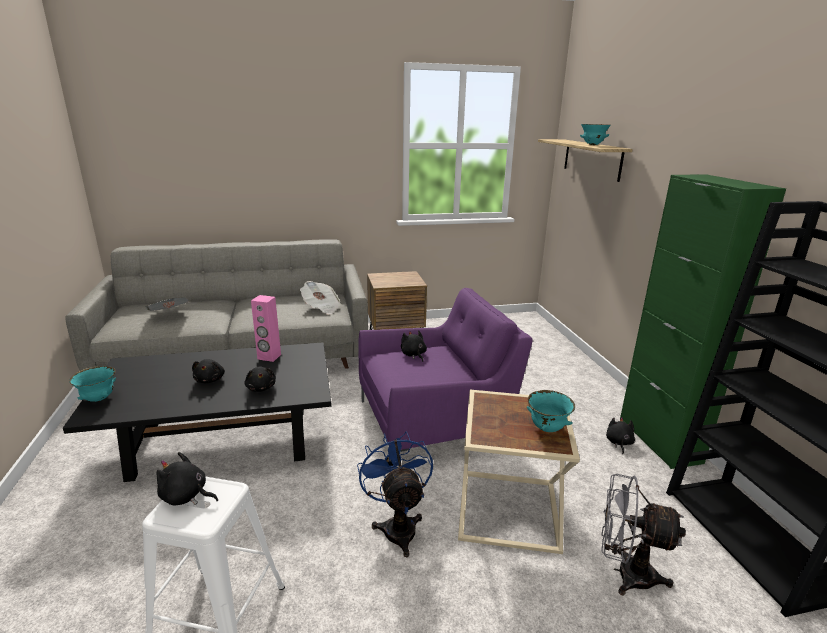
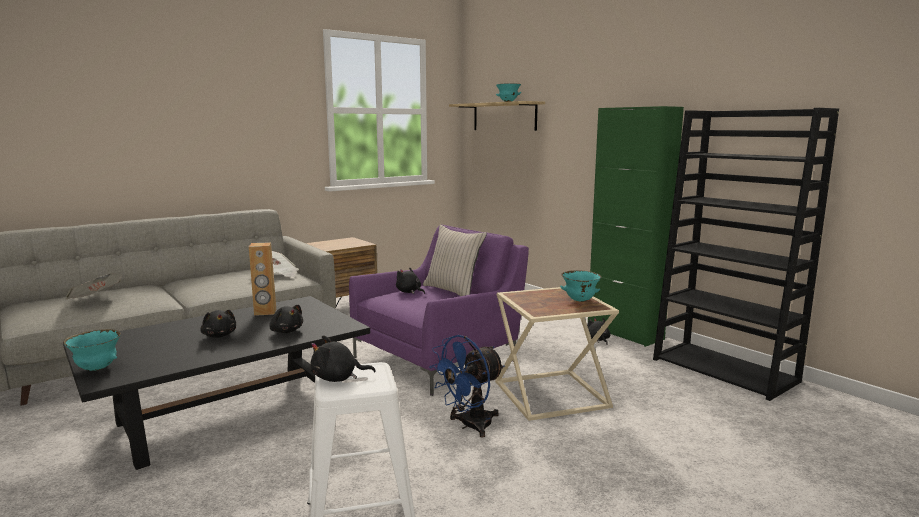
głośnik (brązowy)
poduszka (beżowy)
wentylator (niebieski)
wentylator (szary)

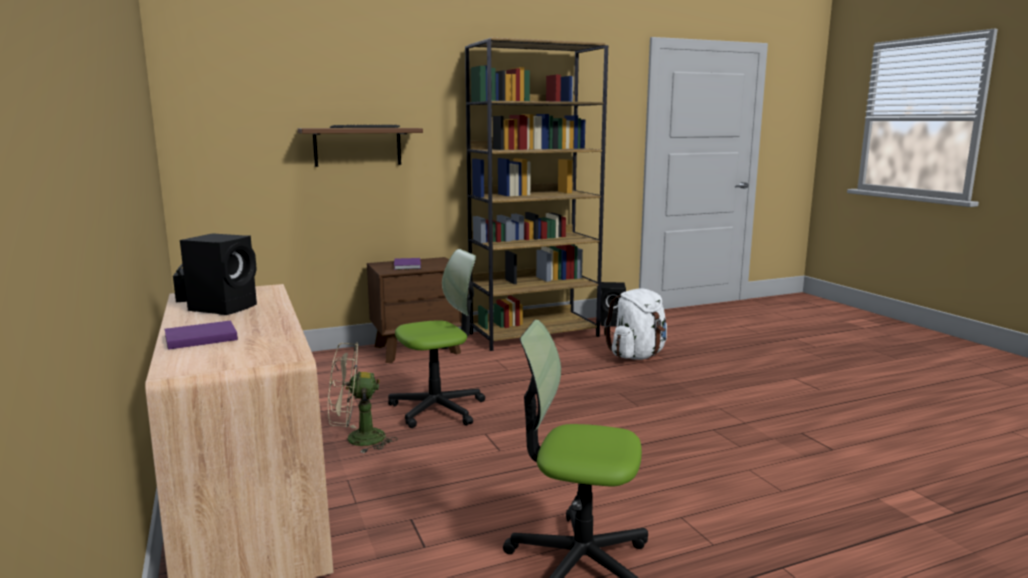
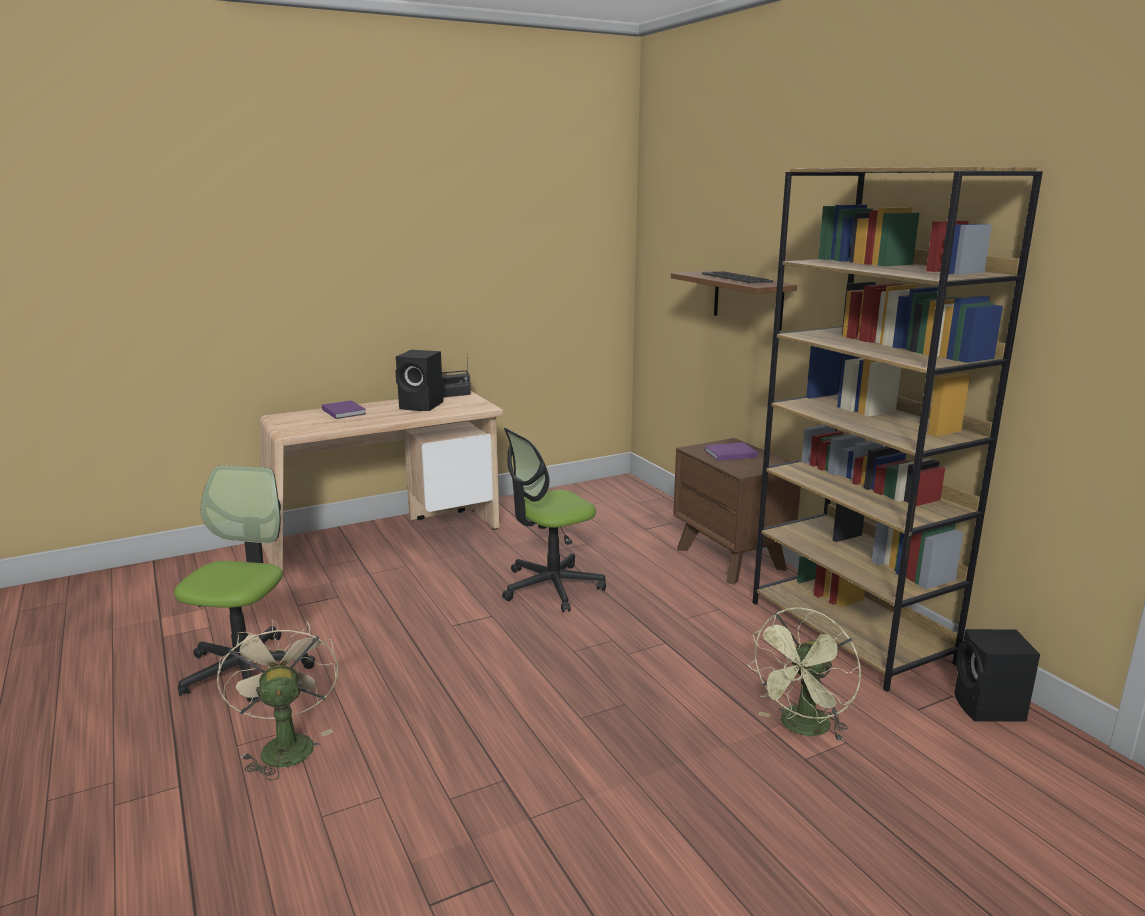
wentylator (beżowy)
krzesło biurowe (no. 2 from left)
wentylator (zielony)

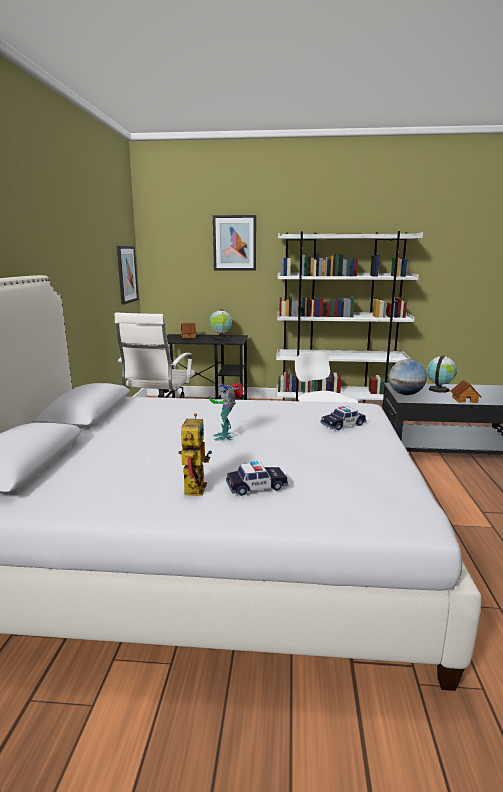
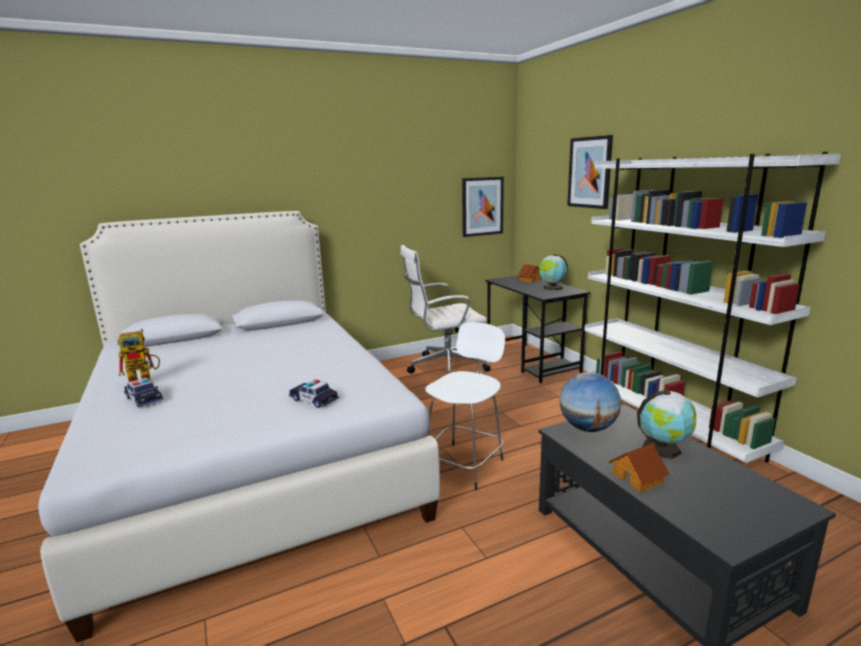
robot zabawkowy (no. 2 from left in the first image)

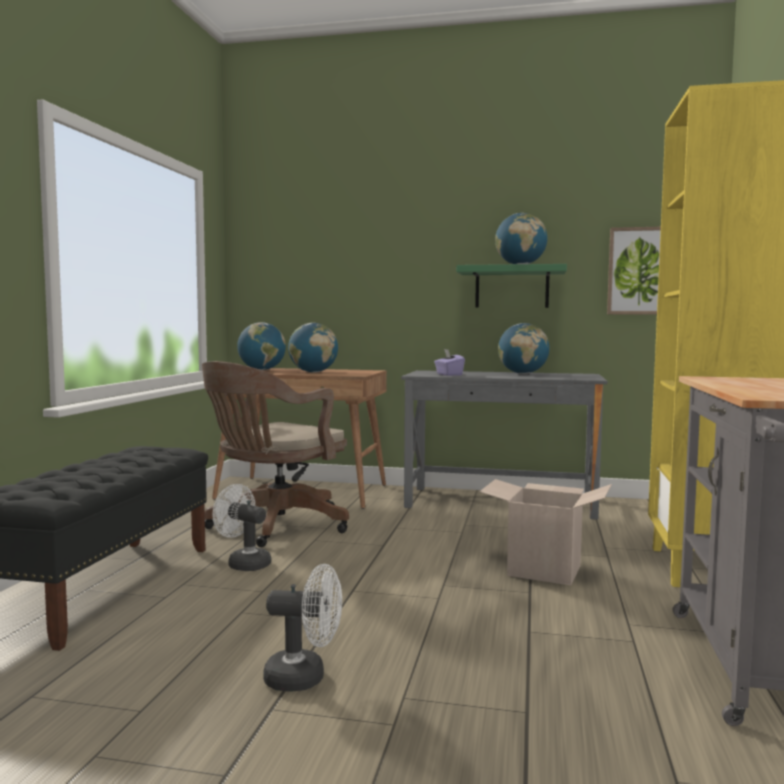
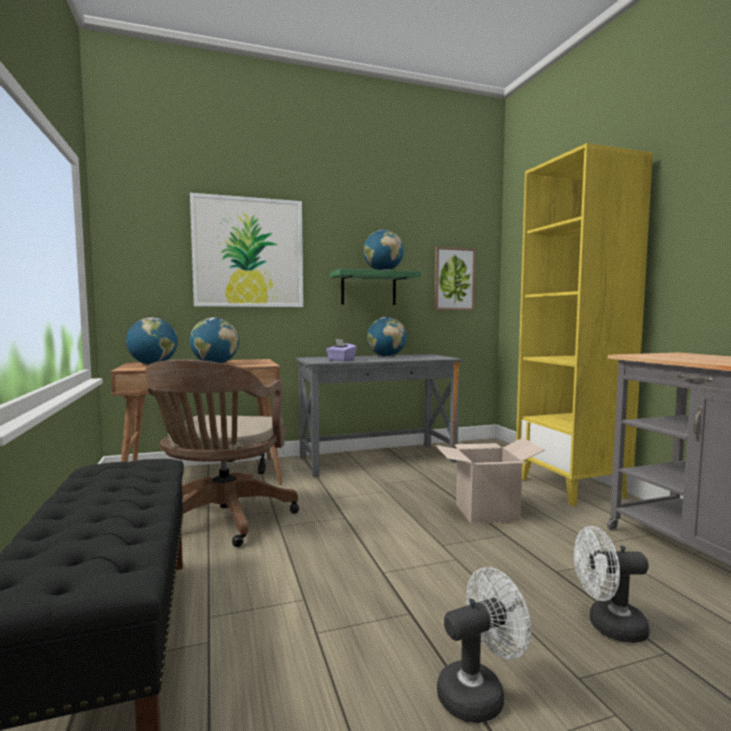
obraz (no. 1 from left)
wentylator (biały) (no. 2 from left)

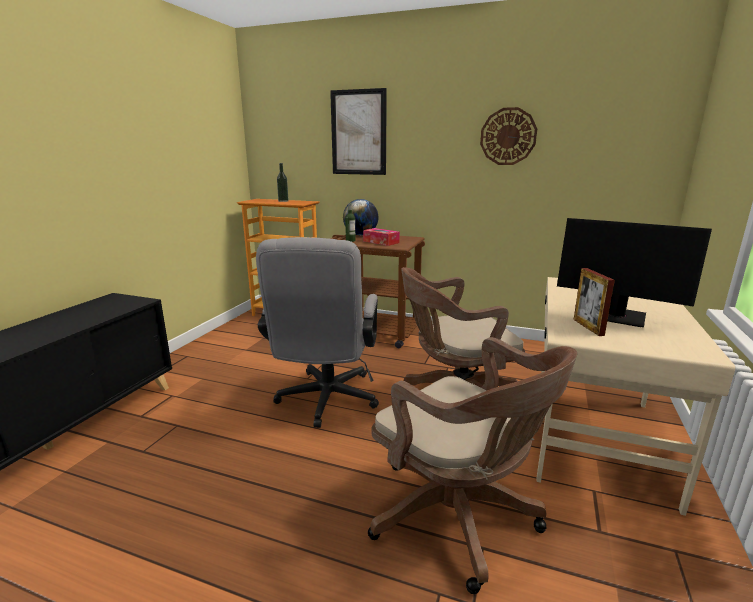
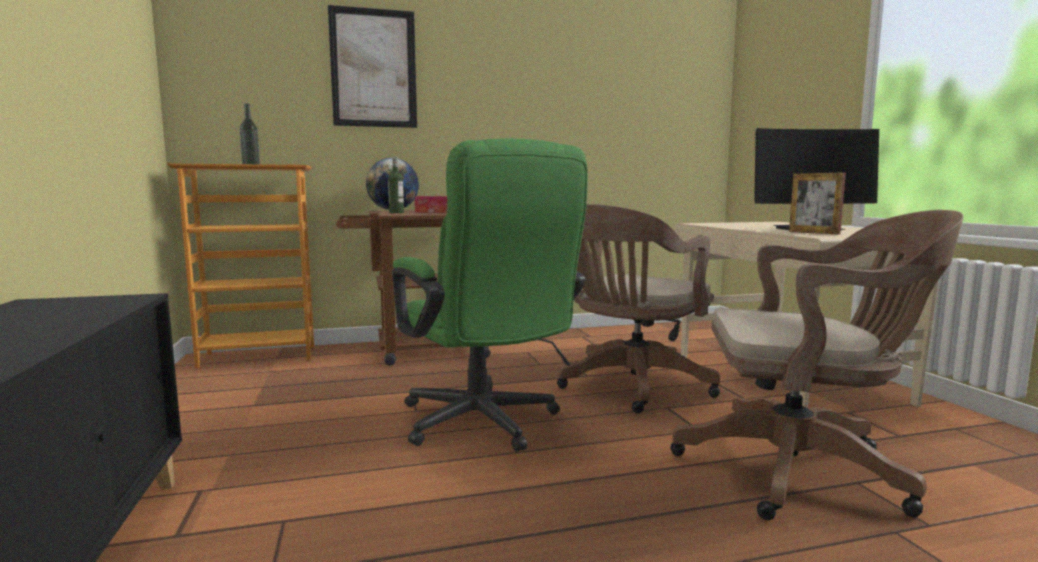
krzesło biurowe (zielony)
zegar ścienny

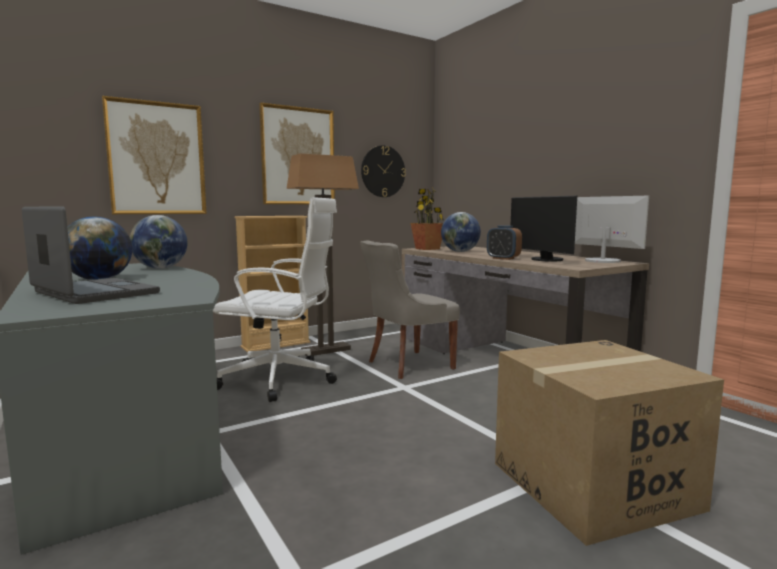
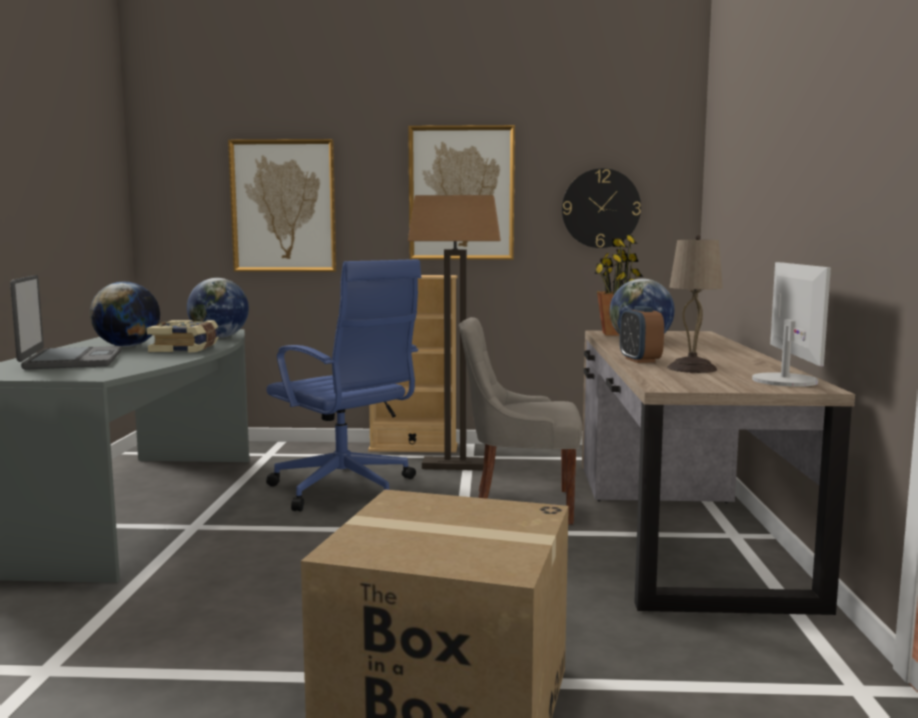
książka
krzesło biurowe (niebieski)
lampa stołowa (beżowy)

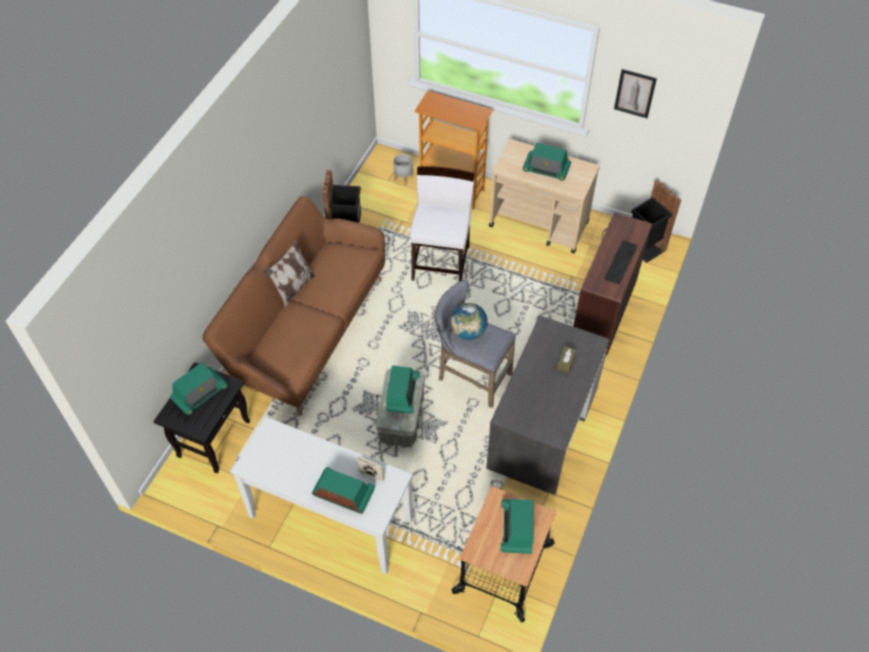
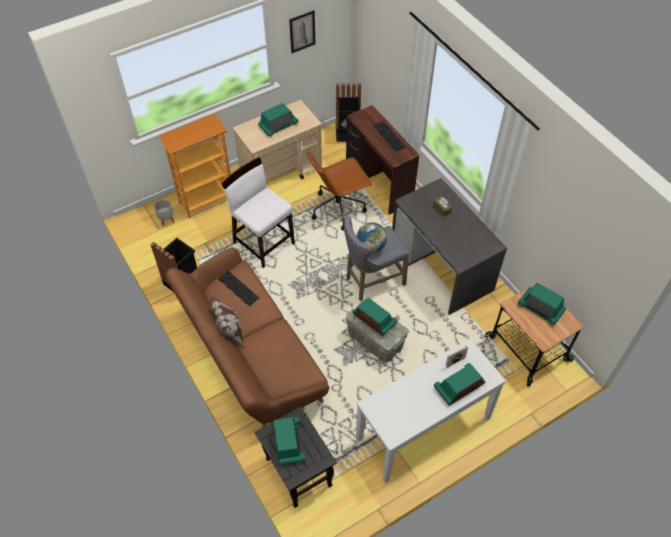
klawiatura (no. 1 from left)
krzesło biurowe (brązowy)

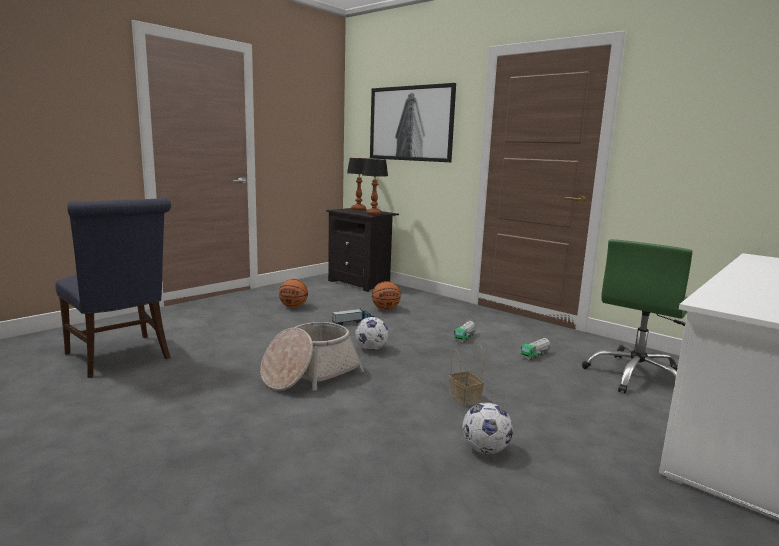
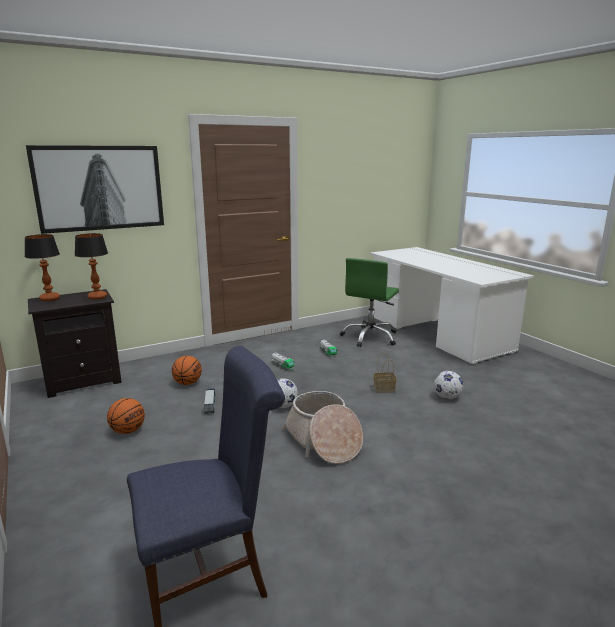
krzesło biurowe (zielony)

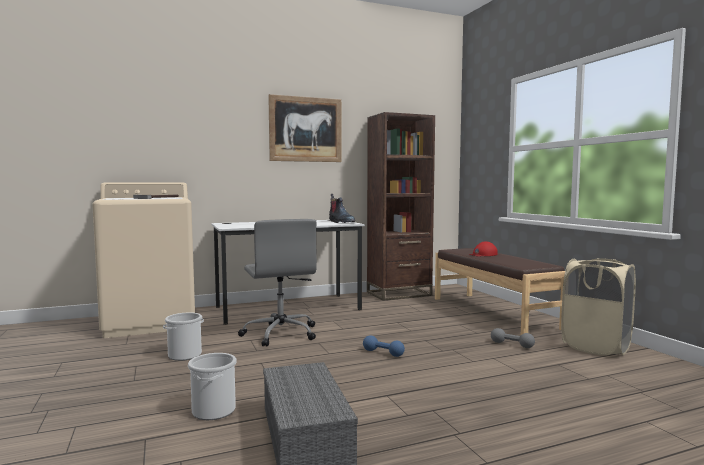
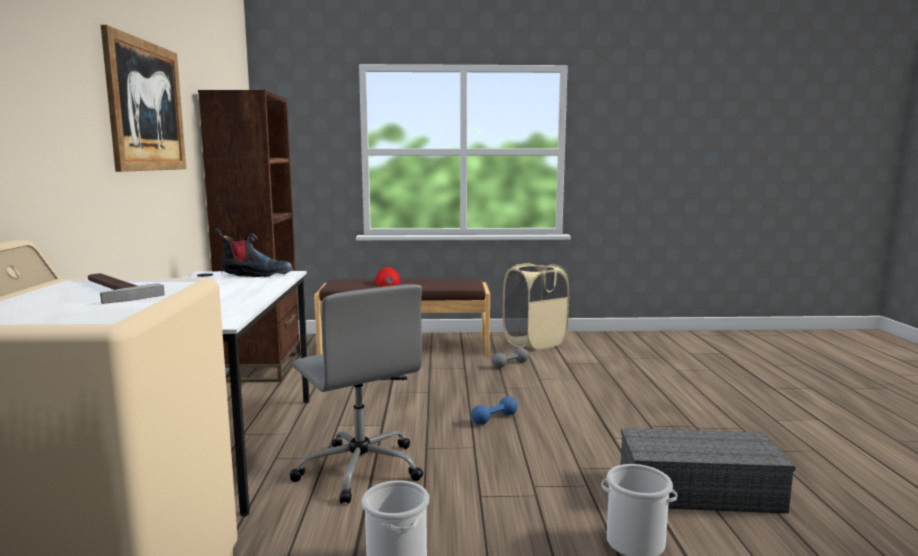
krzesło biurowe (szary)

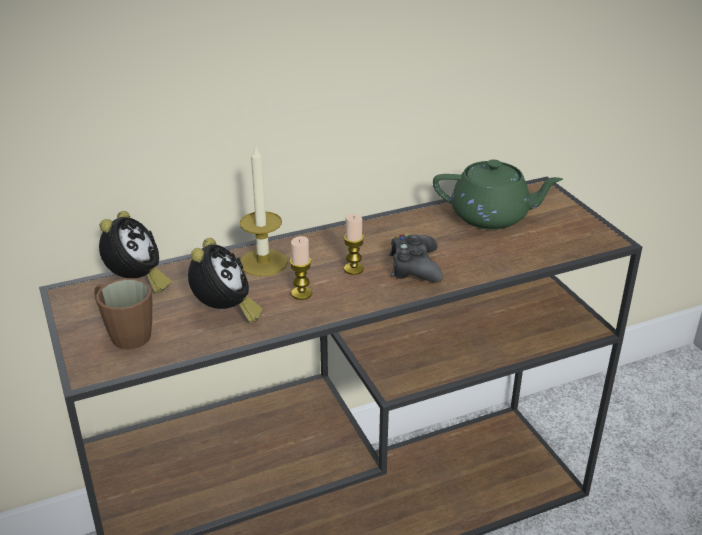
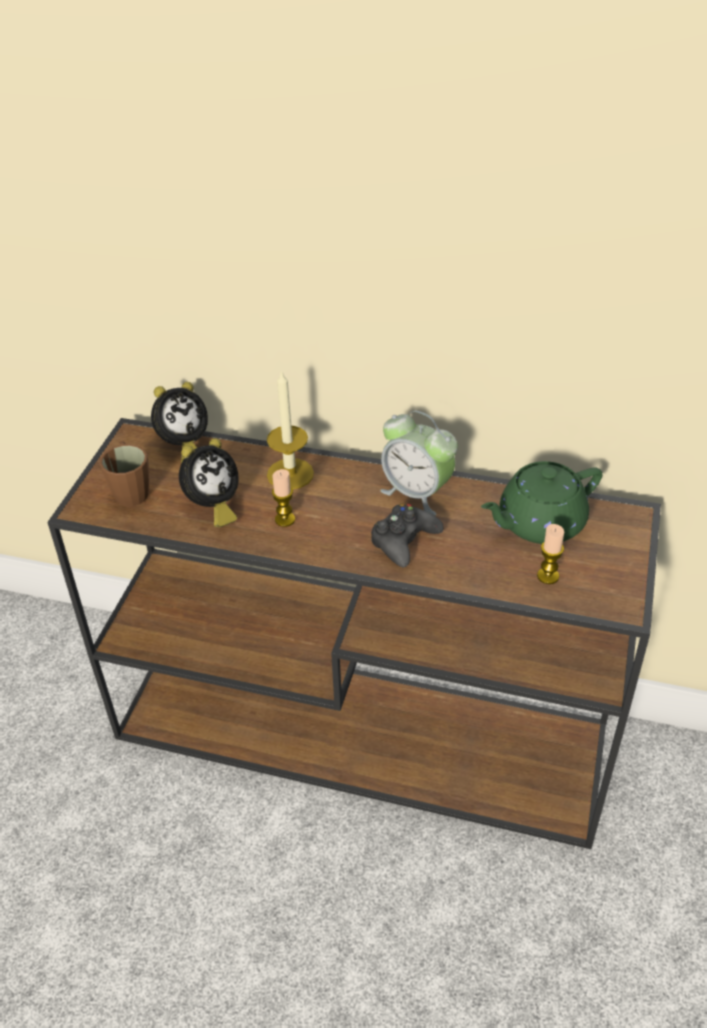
budzik (no. 3 from left)
imbryk (zielony)
świeca (no. 3 from left)

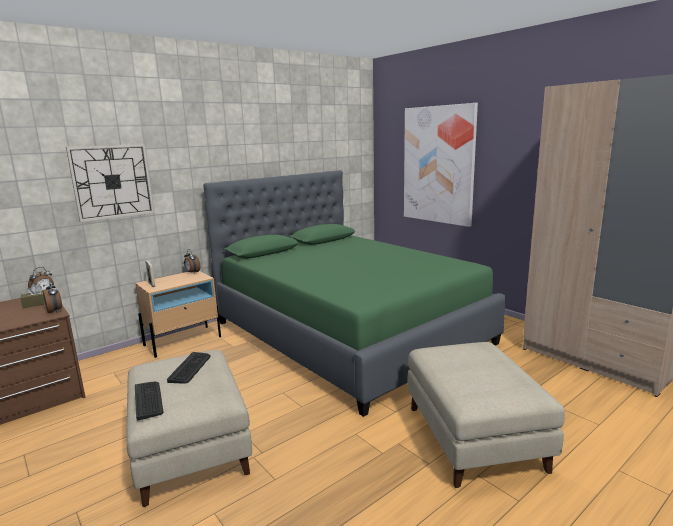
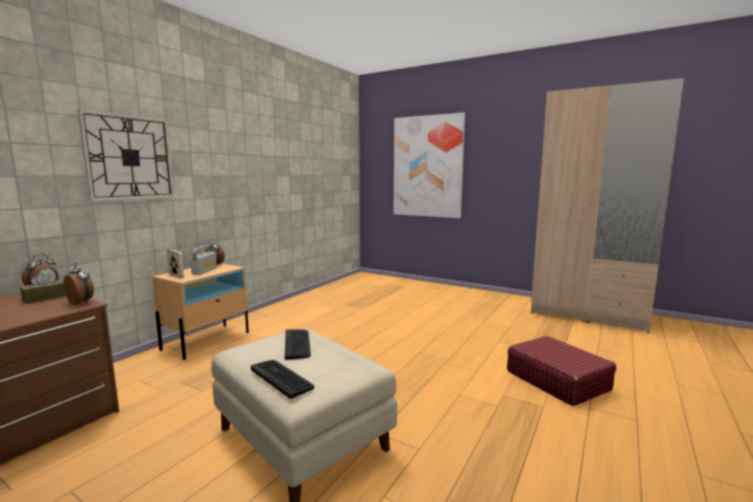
radio
walizka (czerwony)
łóżko (zielony)

